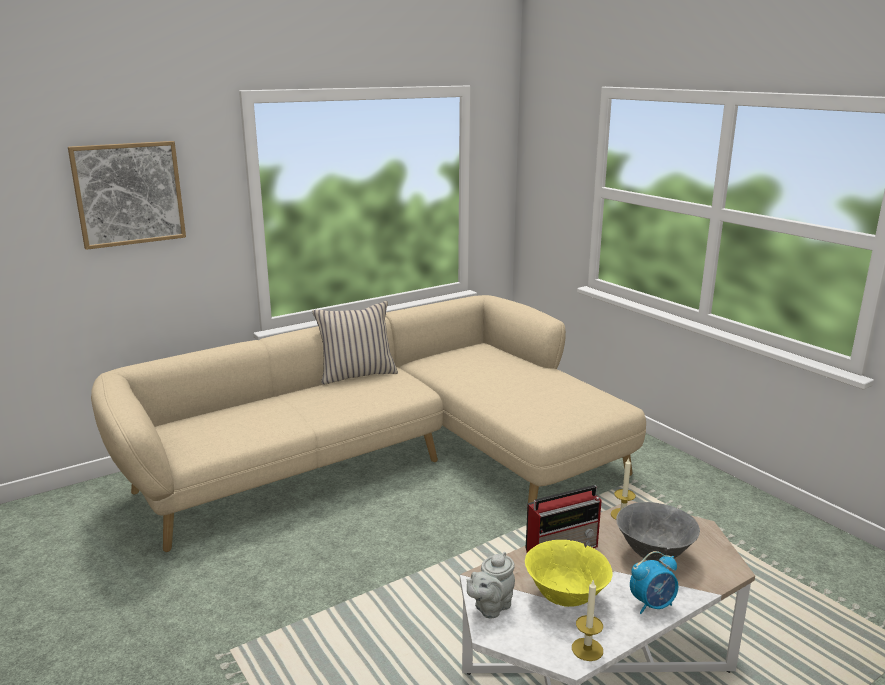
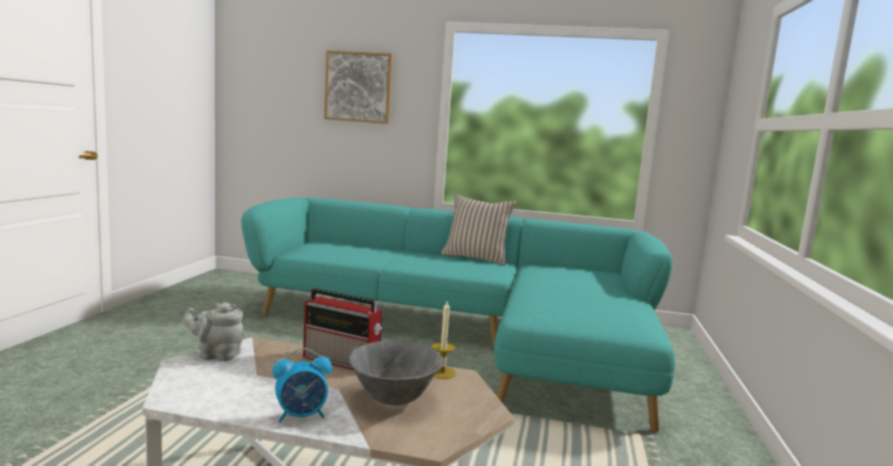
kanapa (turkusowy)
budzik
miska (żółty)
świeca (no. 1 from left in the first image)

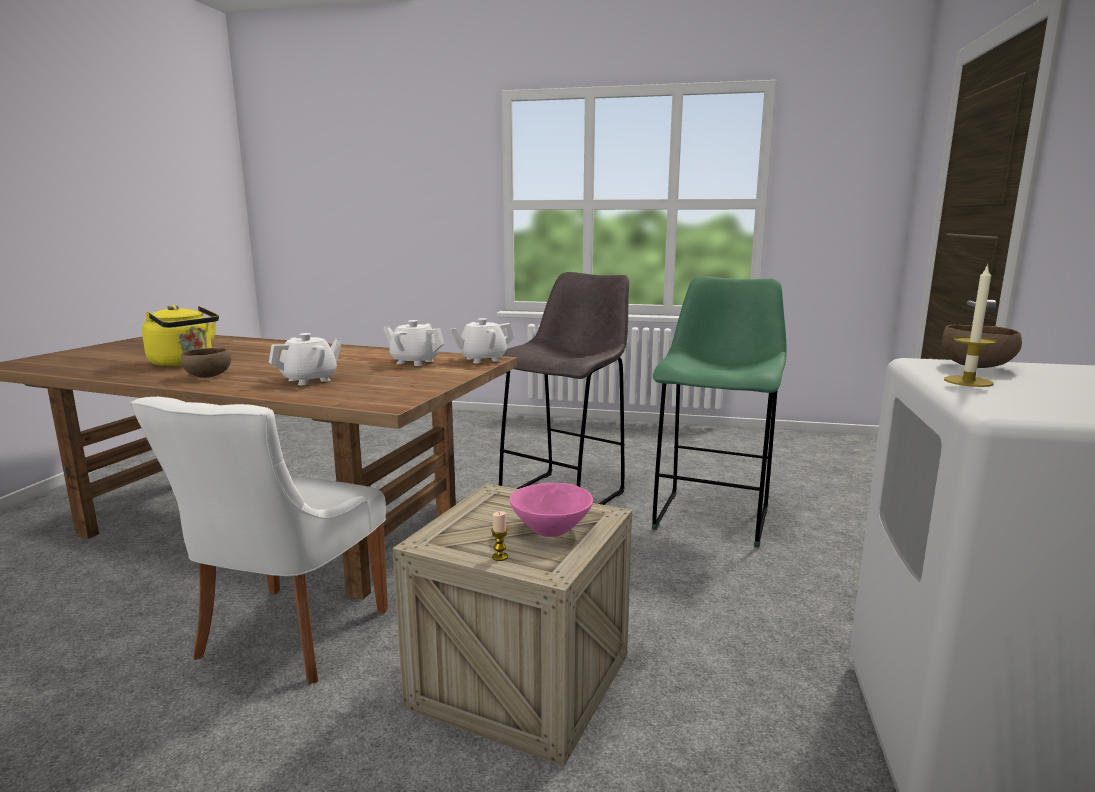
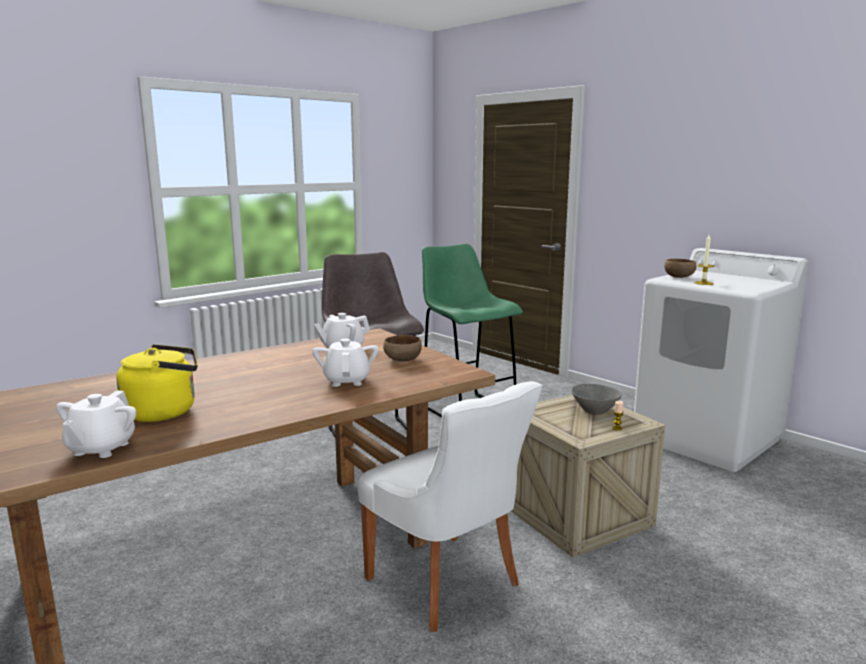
imbryk (biały) (no. 1 from left)
miska (brązowy) (no. 1 from left)
miska (szary)

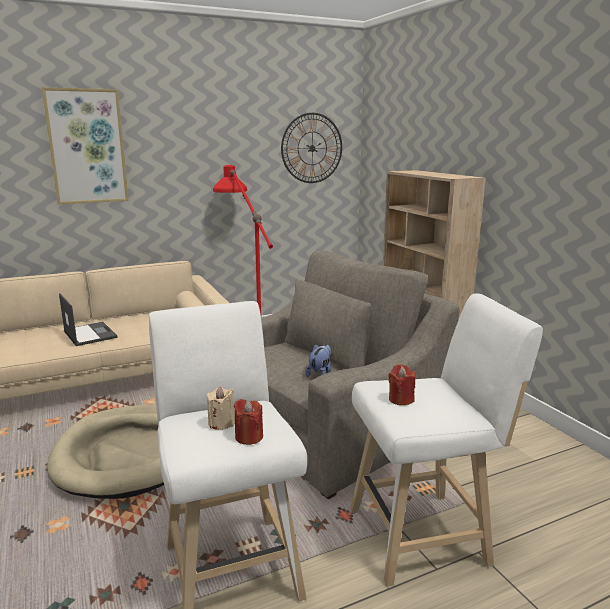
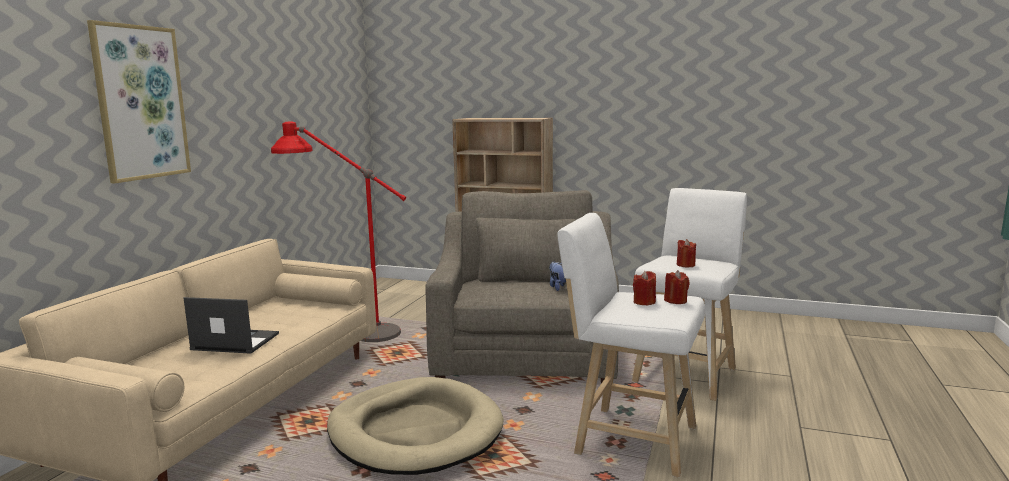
świeca (czerwony) (no. 1 from left)
zegar ścienny

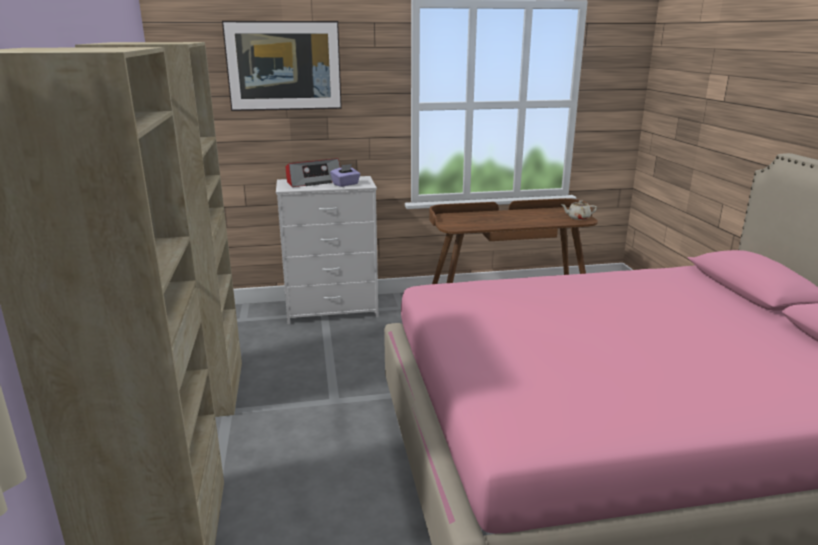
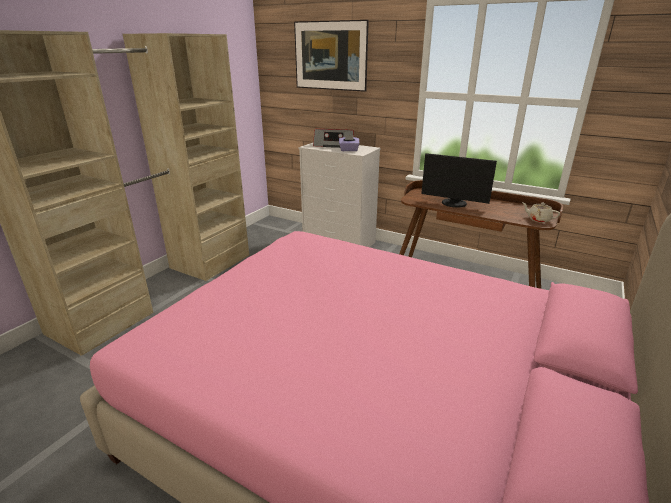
monitor

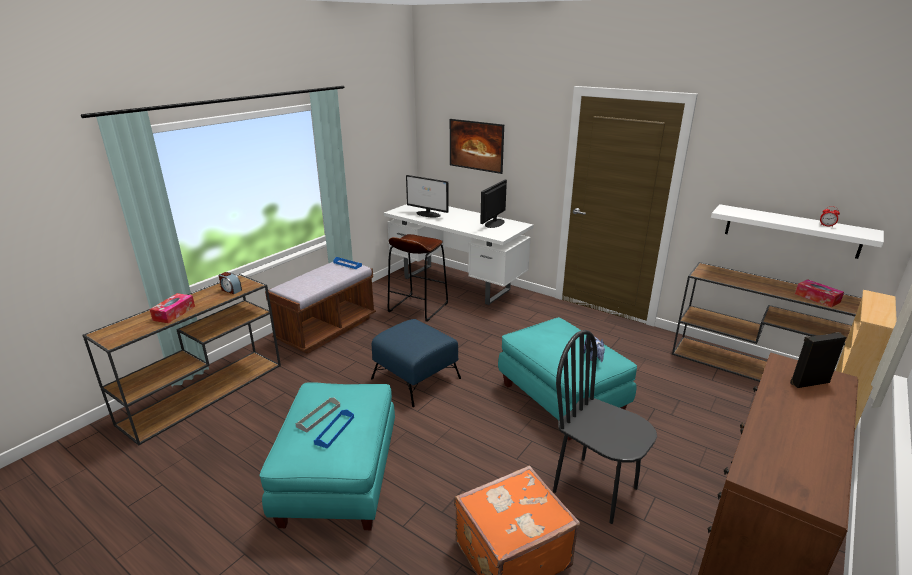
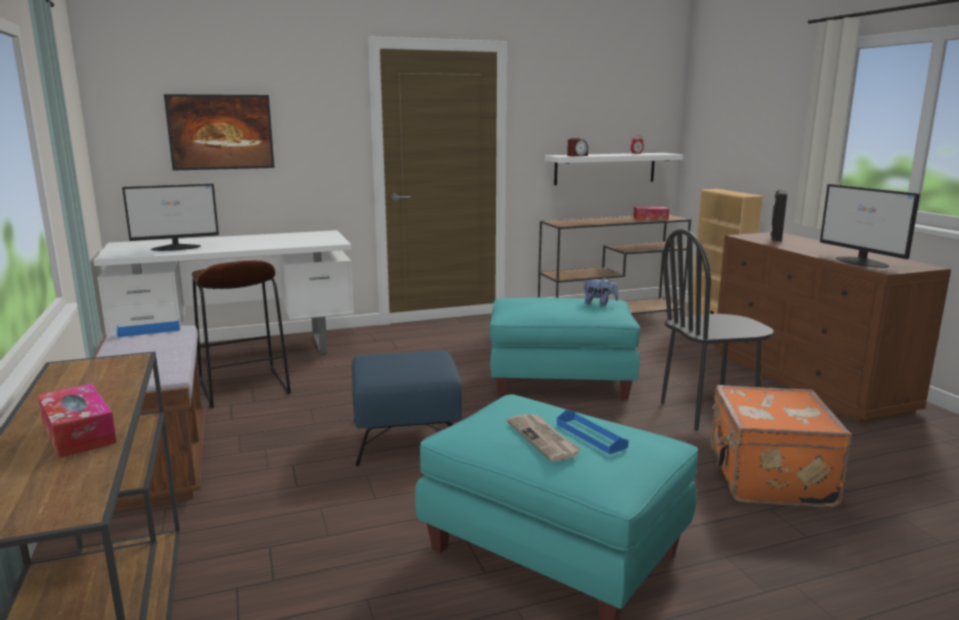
gazeta
budzik (no. 1 from left)
monitor (no. 2 from left)

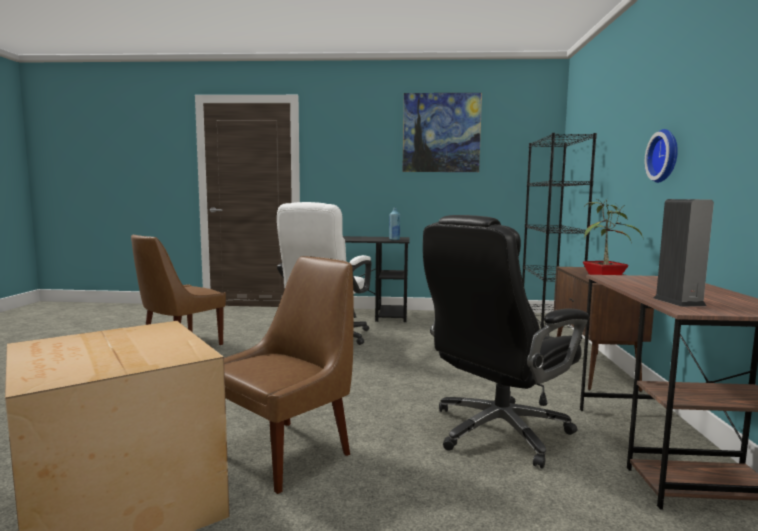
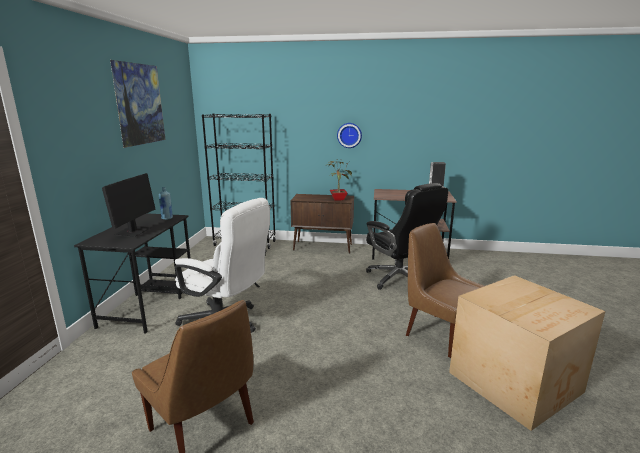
monitor

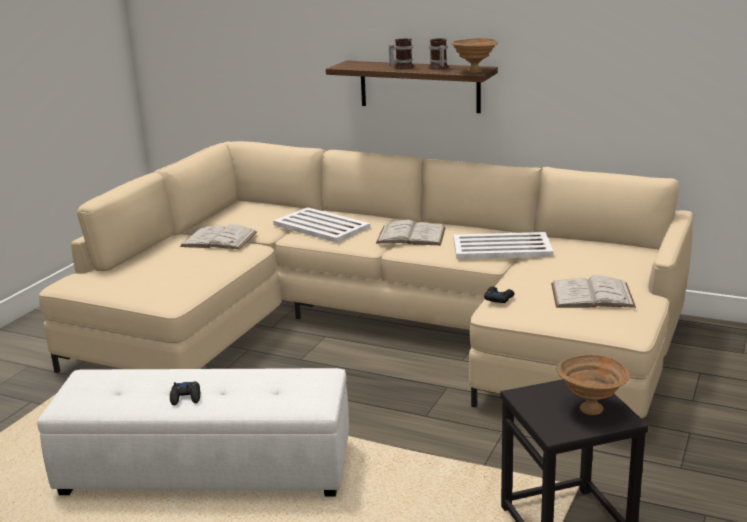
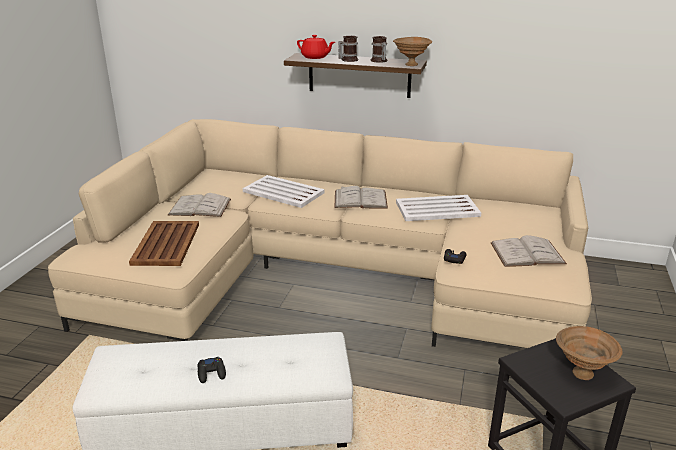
taca (brązowy)
imbryk (czerwony)

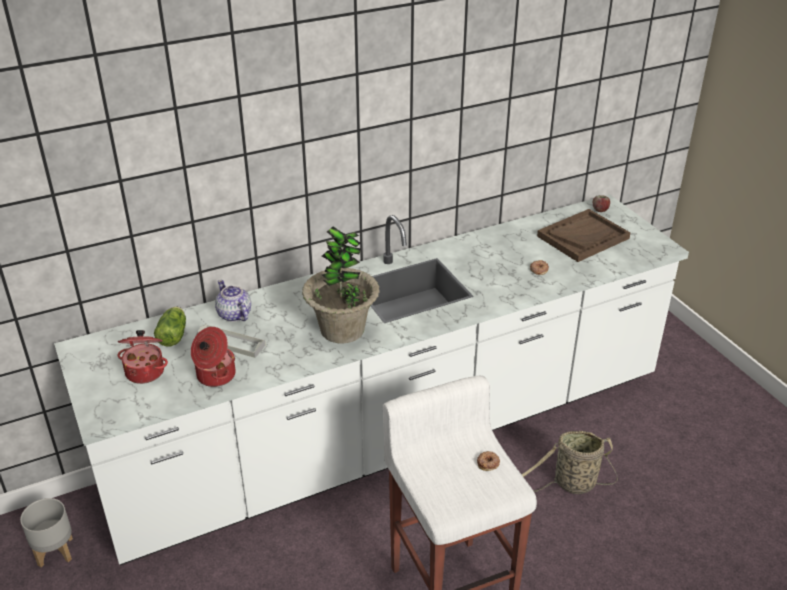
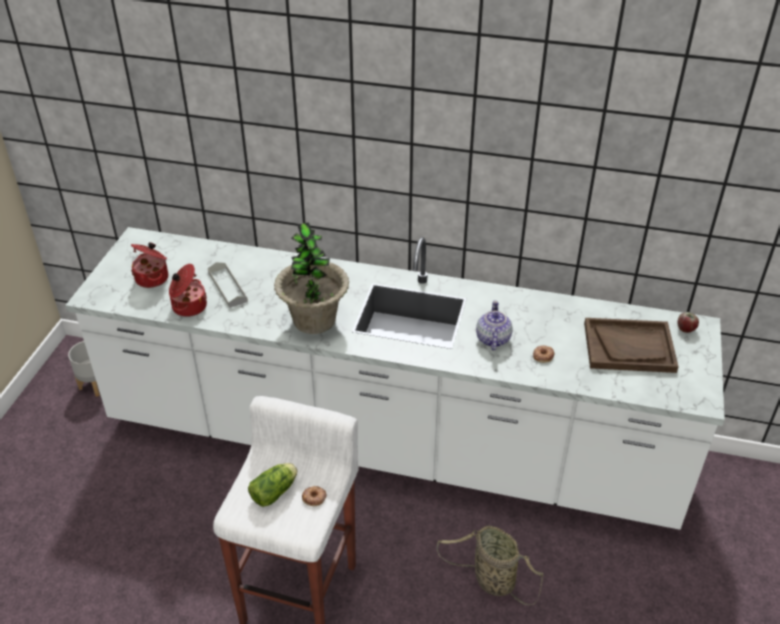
sałata
imbryk

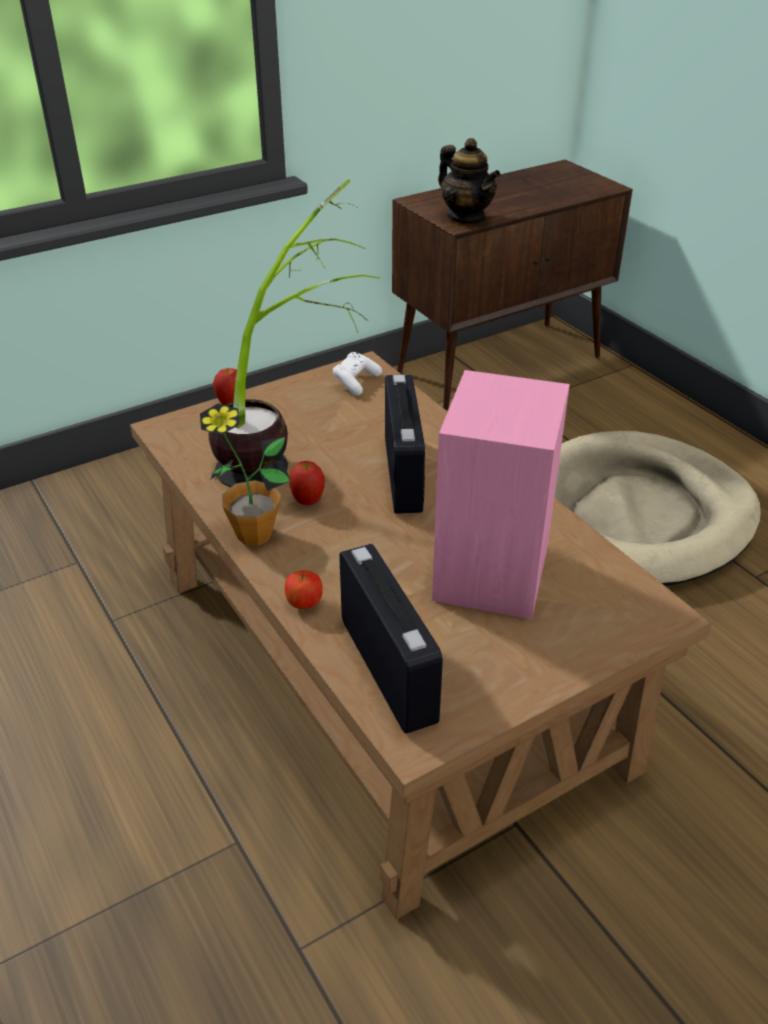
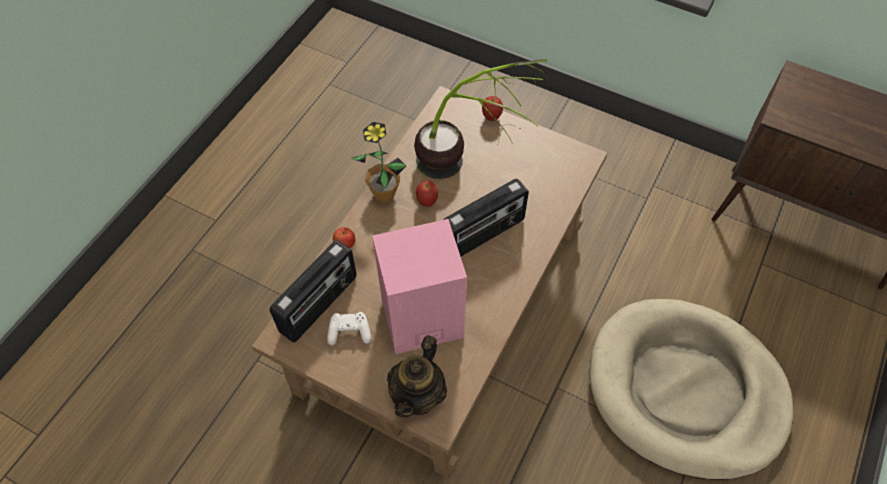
pad do gier (biały)
imbryk

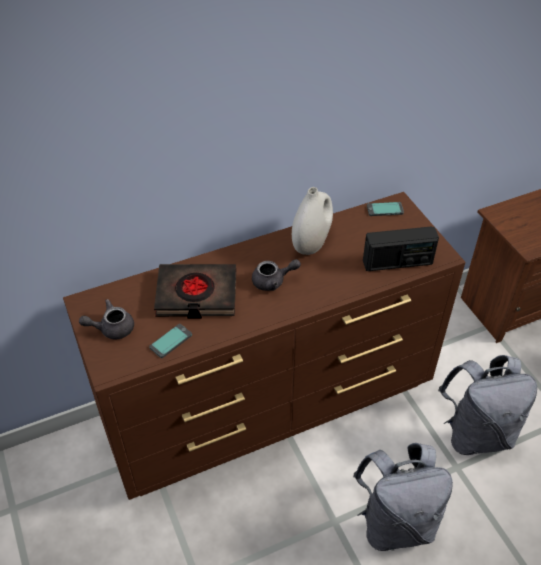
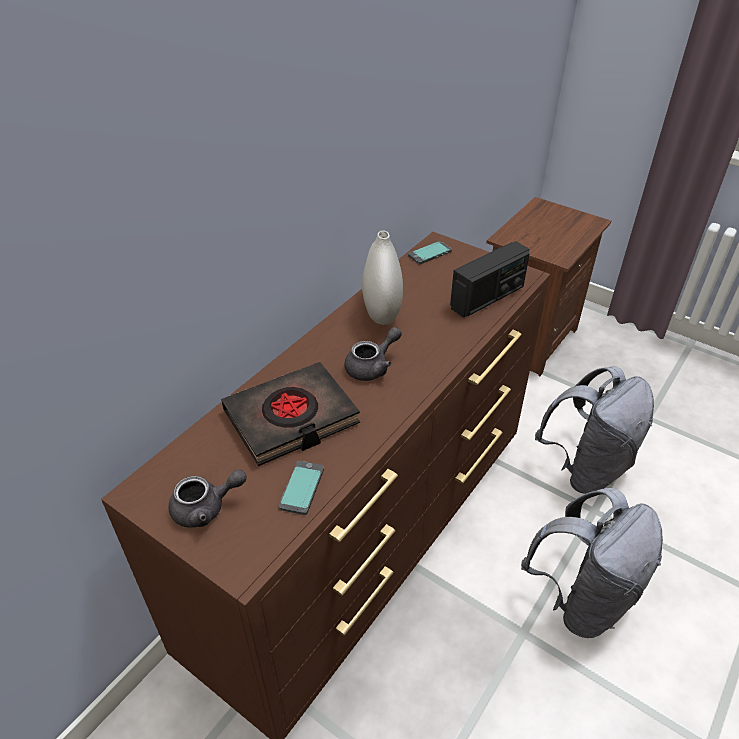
imbryk (szary) (no. 1 from left)

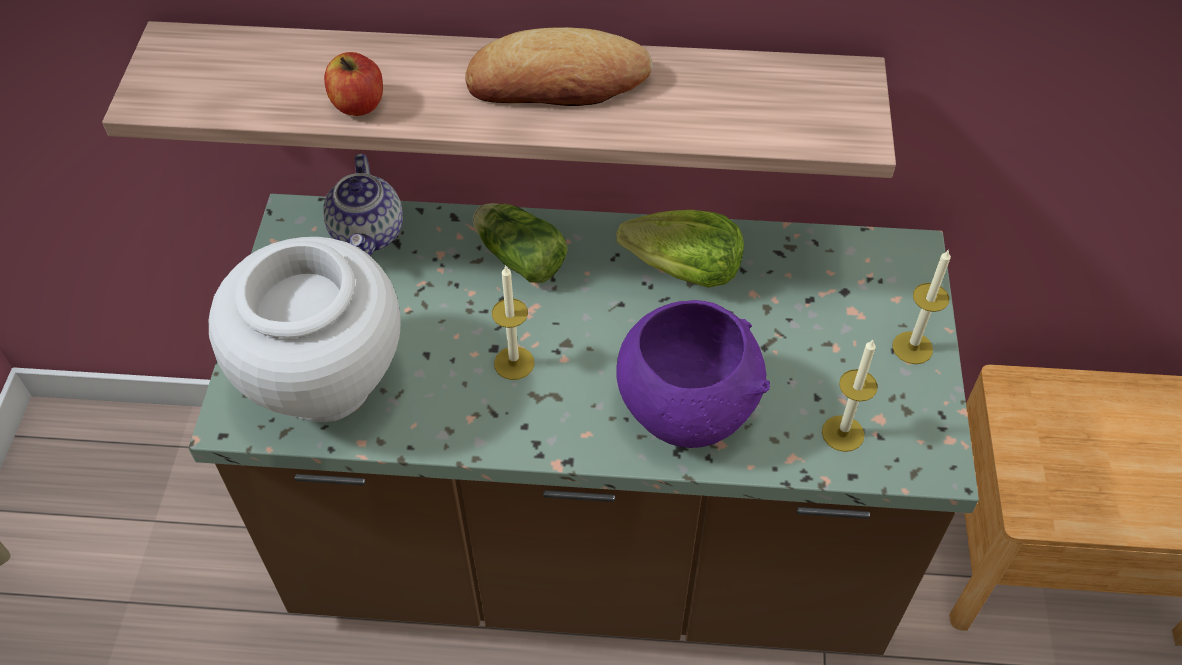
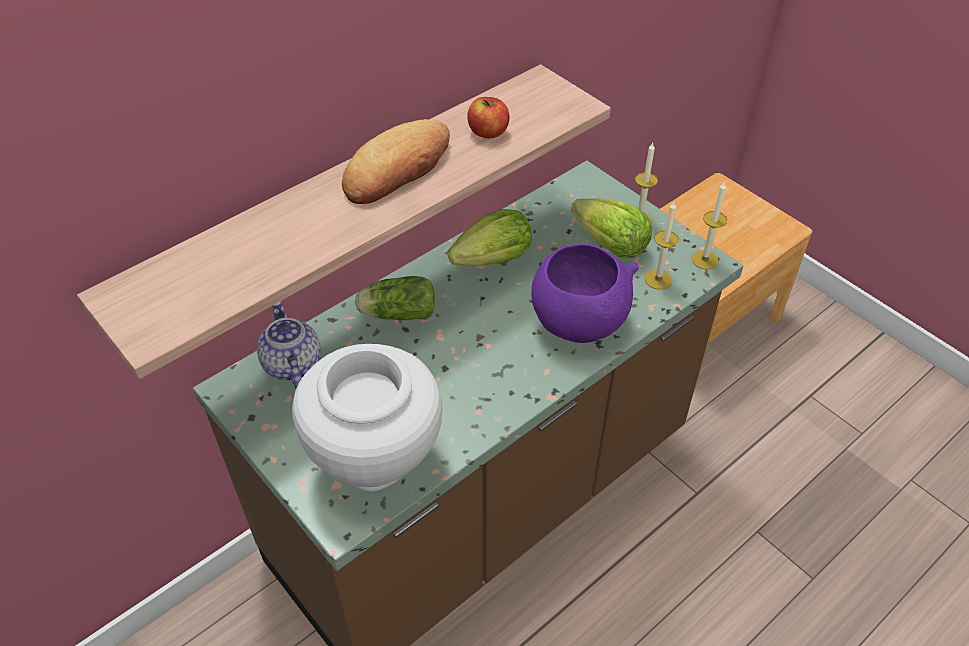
imbryk
jabłko
sałata (no. 3 from left)
świeca (no. 3 from left)

